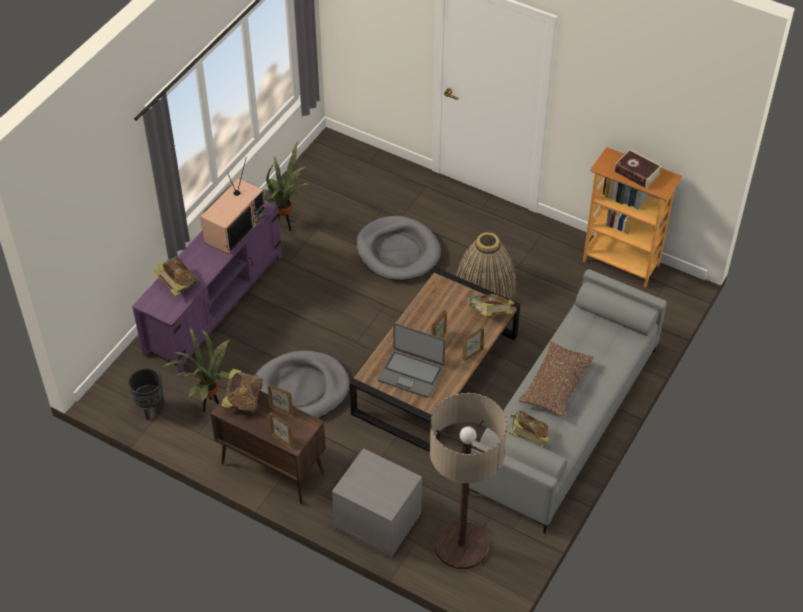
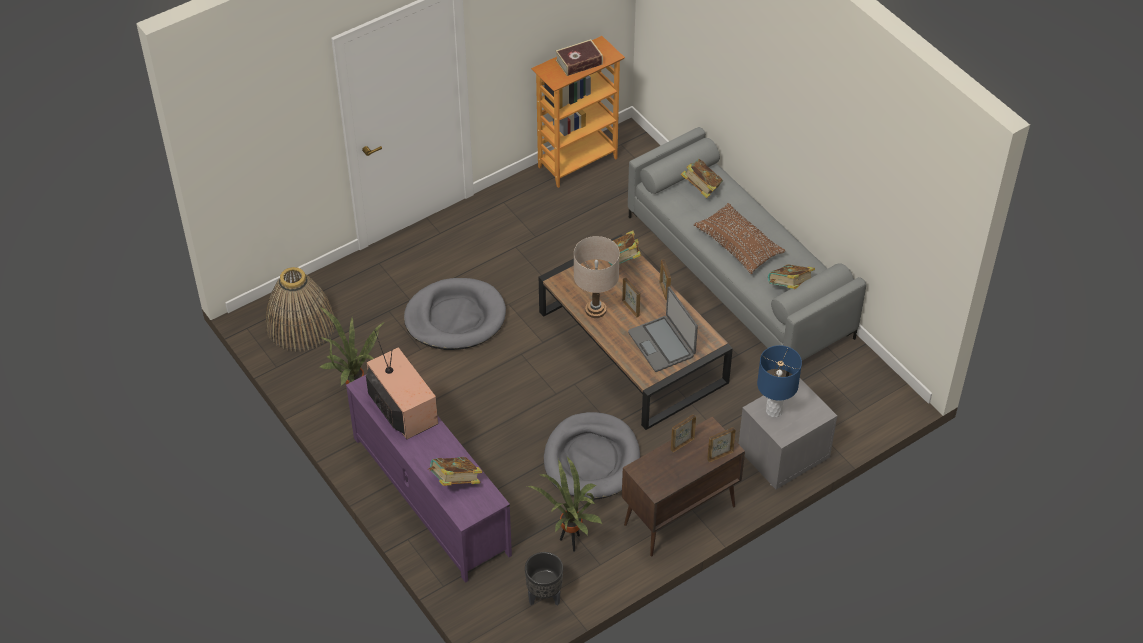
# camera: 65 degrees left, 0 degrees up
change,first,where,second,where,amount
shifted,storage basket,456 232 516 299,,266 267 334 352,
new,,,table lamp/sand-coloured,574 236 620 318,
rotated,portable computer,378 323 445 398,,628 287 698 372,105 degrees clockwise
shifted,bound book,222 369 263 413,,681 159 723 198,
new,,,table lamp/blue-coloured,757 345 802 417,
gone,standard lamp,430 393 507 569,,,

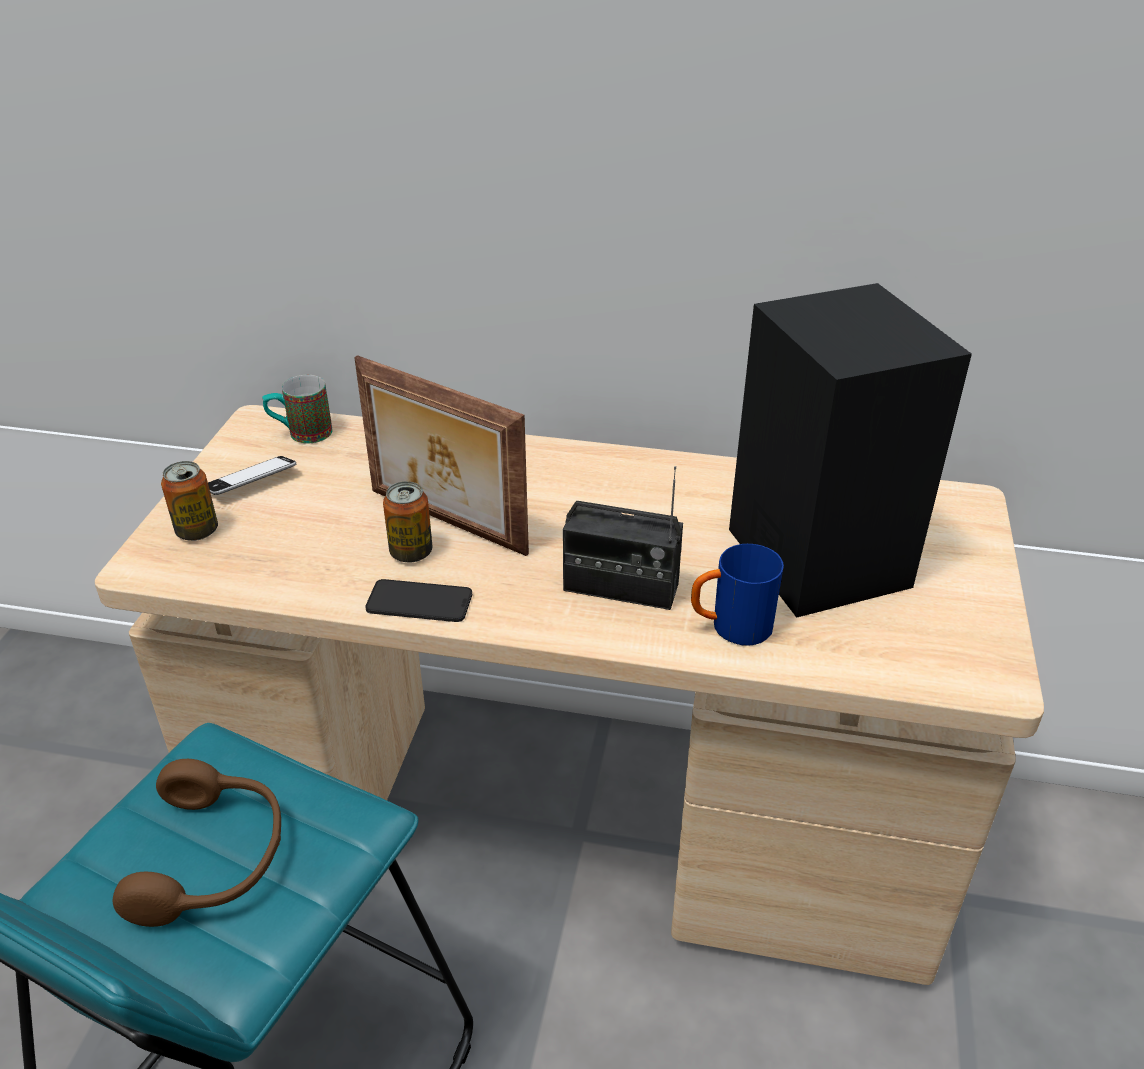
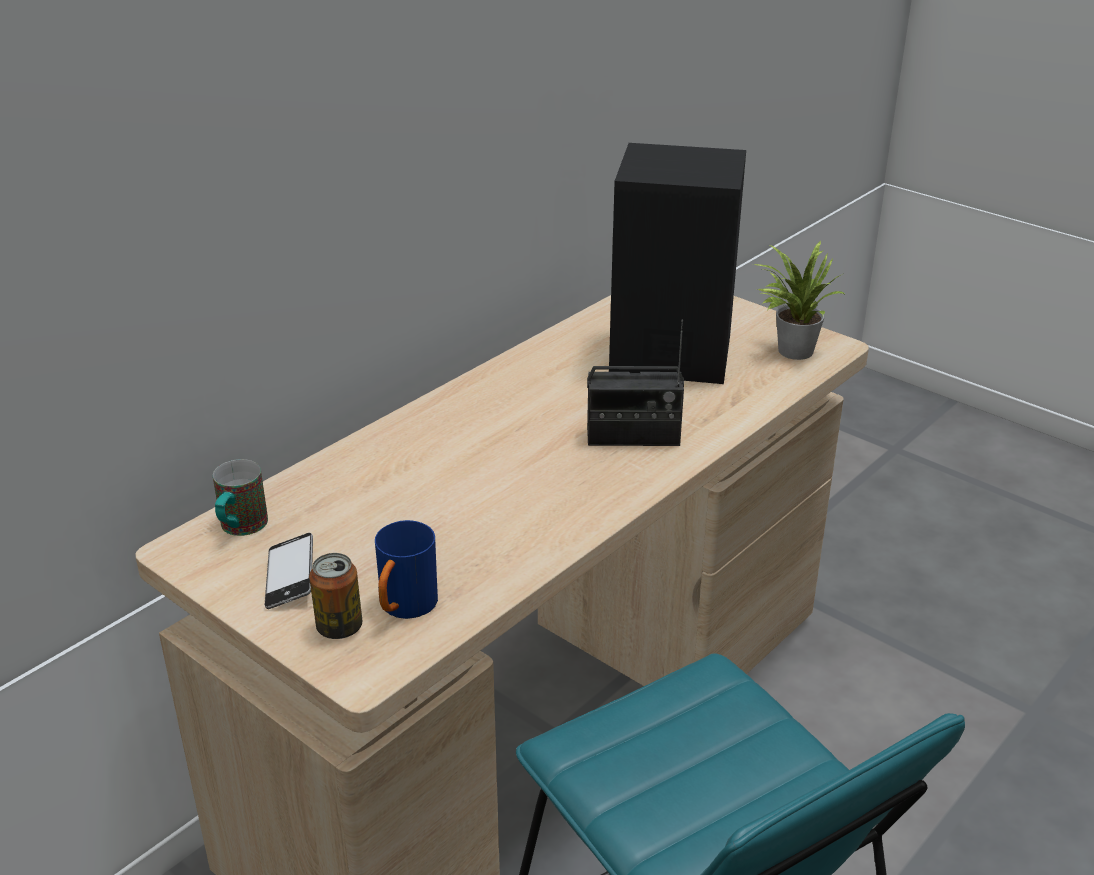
# camera: 60 degrees left, 5 degrees down
change,first,where,second,where,amount
shifted,mug/blue-coloured,691 544 784 646,,375 520 438 619,
rotated,radio receiver,563 466 683 610,,587 320 684 446,45 degrees clockwise
new,,,potted plant,753 241 846 360,
gone,pair of headphones/brownish,113 759 281 927,,,
gone,photo frame,354 355 529 556,,,
gone,phone,365 579 472 622,,,
gone,sealed can,383 481 432 563,,,

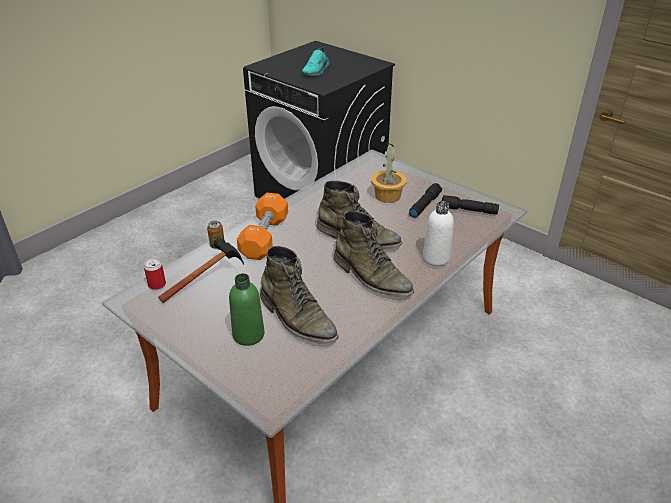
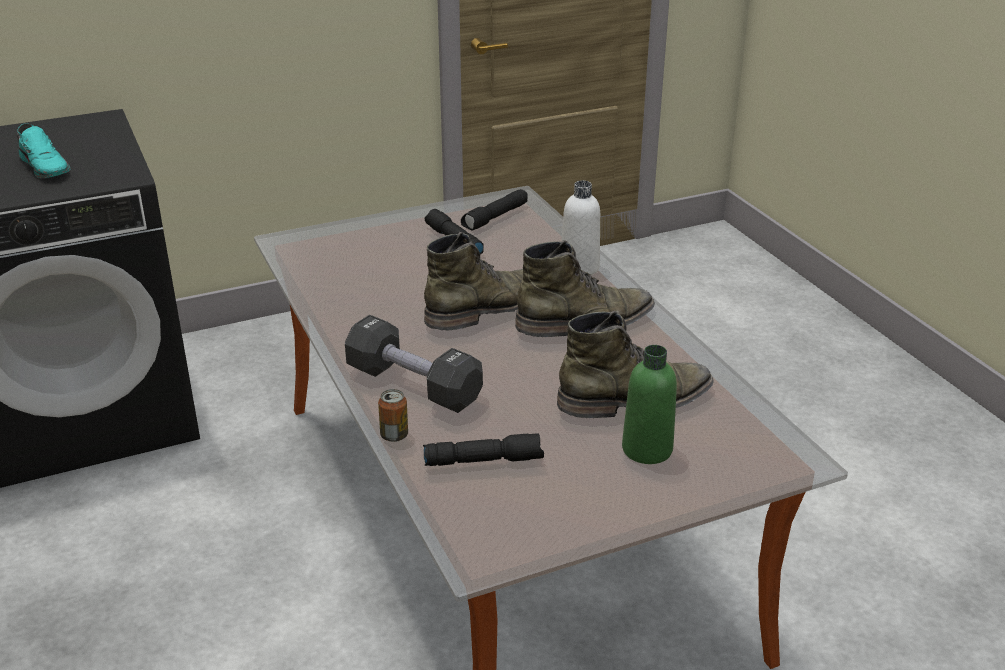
# camera: 65 degrees left, 5 degrees down
change,first,where,second,where,amount
repainted,dumbbell/orange-coloured,237 193 288 260,dumbbell/blackish,345 315 483 413,
swapped,hammer,158 238 244 303,flashlight/blackish,423 433 544 466,
gone,sealed can,144 258 166 290,,,
gone,potted plant,371 143 407 203,,,

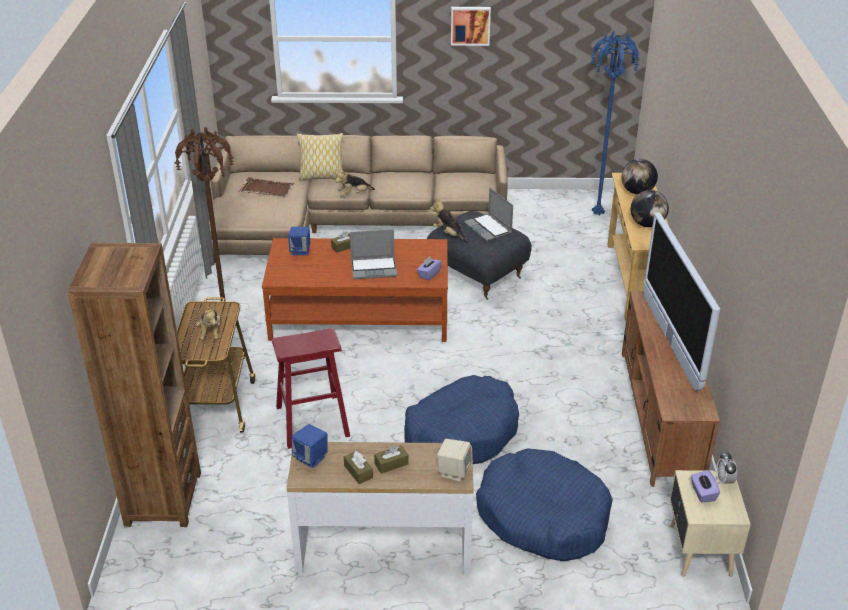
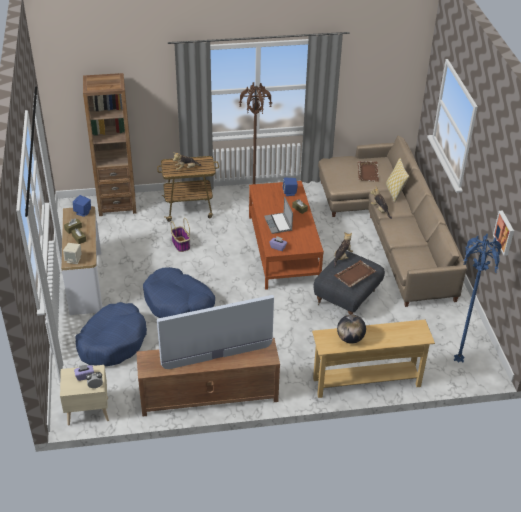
# camera: 80 degrees right, 5 degrees up
change,first,where,second,where,amount
swapped,stool/red,272 328 350 449,storage basket,171 218 190 252,
swapped,portable computer,464 188 513 242,serving tray/brownish,334 260 376 287,
shifted,wall art,451 7 491 46,,493 210 514 256,
gone,globe,621 159 658 194,,,

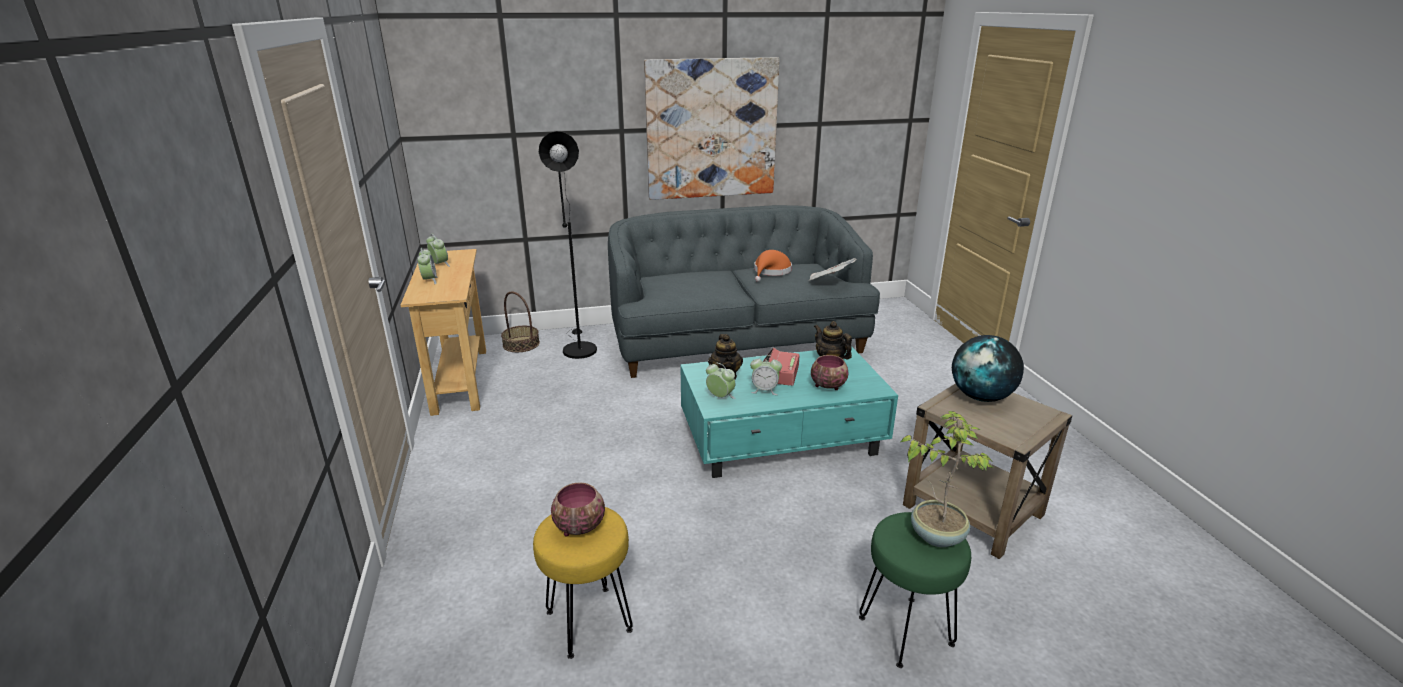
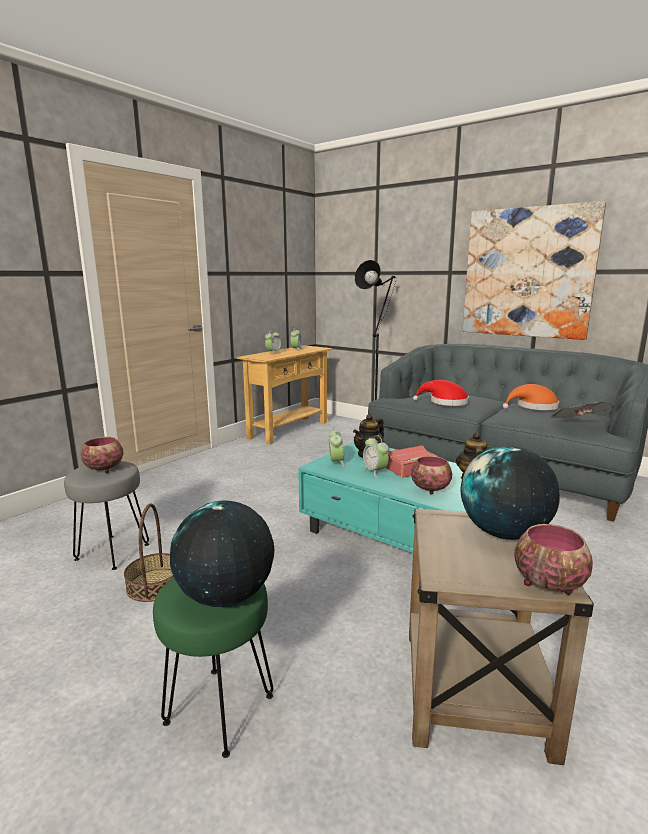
# camera: 50 degrees right, 10 degrees down
change,first,where,second,where,amount
repainted,stool/yellowish,533 507 633 659,stool/grey,64 461 149 570,
shifted,storage basket,501 291 540 352,,124 504 174 602,
swapped,potted plant,901 411 995 547,globe,170 501 274 607,
new,,,hat/red,413 380 469 406,
new,,,serving bowl,514 524 593 595,

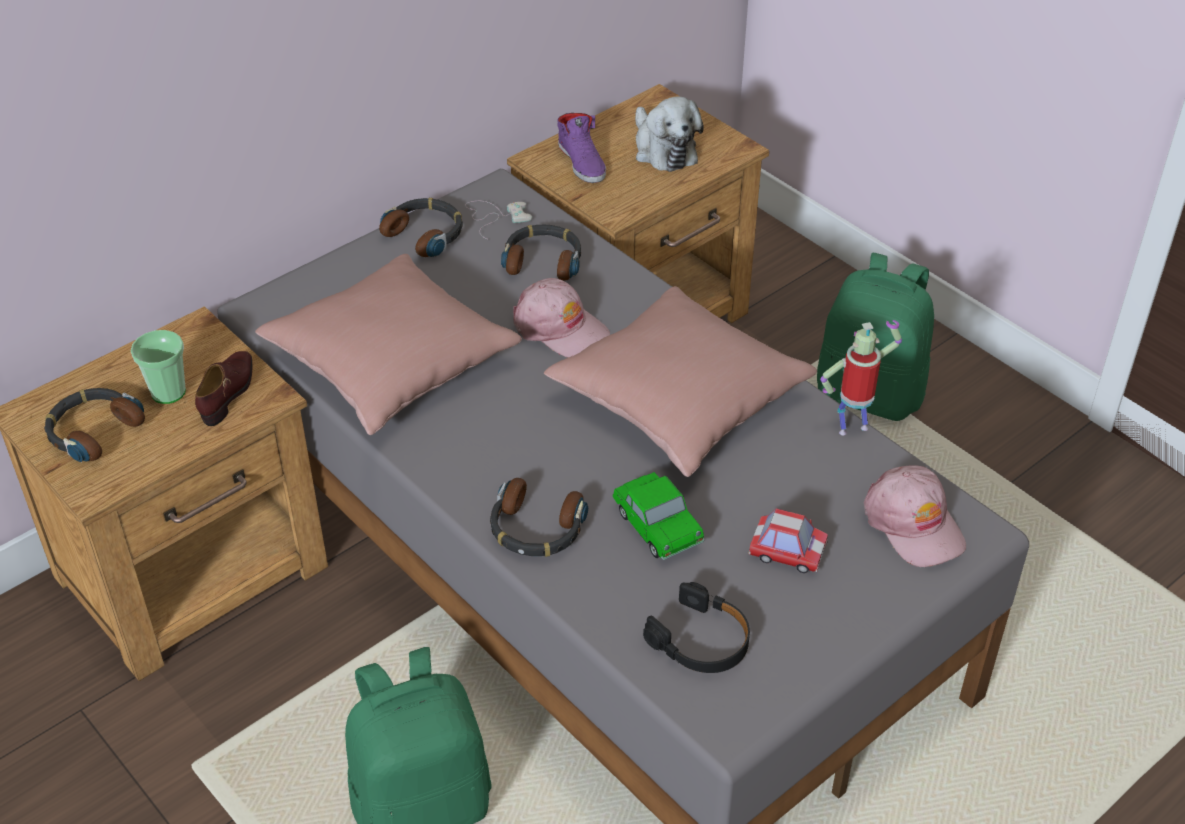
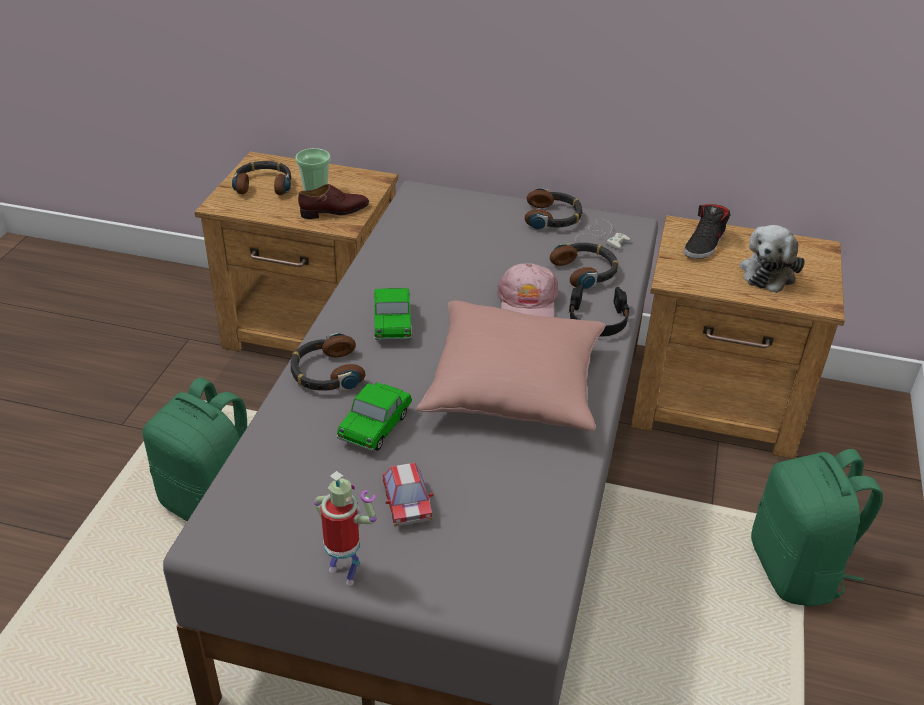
# camera: 55 degrees right, 5 degrees down
change,first,where,second,where,amount
shifted,toy robot,820 320 902 435,,314 471 377 586,
new,,,toy car,374 288 412 340,
shifted,pair of headphones/blackish,643 582 750 673,,569 284 629 336,
repainted,low shoe/purplish,557 113 606 183,low shoe/blackish,684 204 731 259,
gone,throw pillow/pink-coloured,255 254 522 435,,,
gone,baseball cap/pink-coloured,863 465 966 567,,,

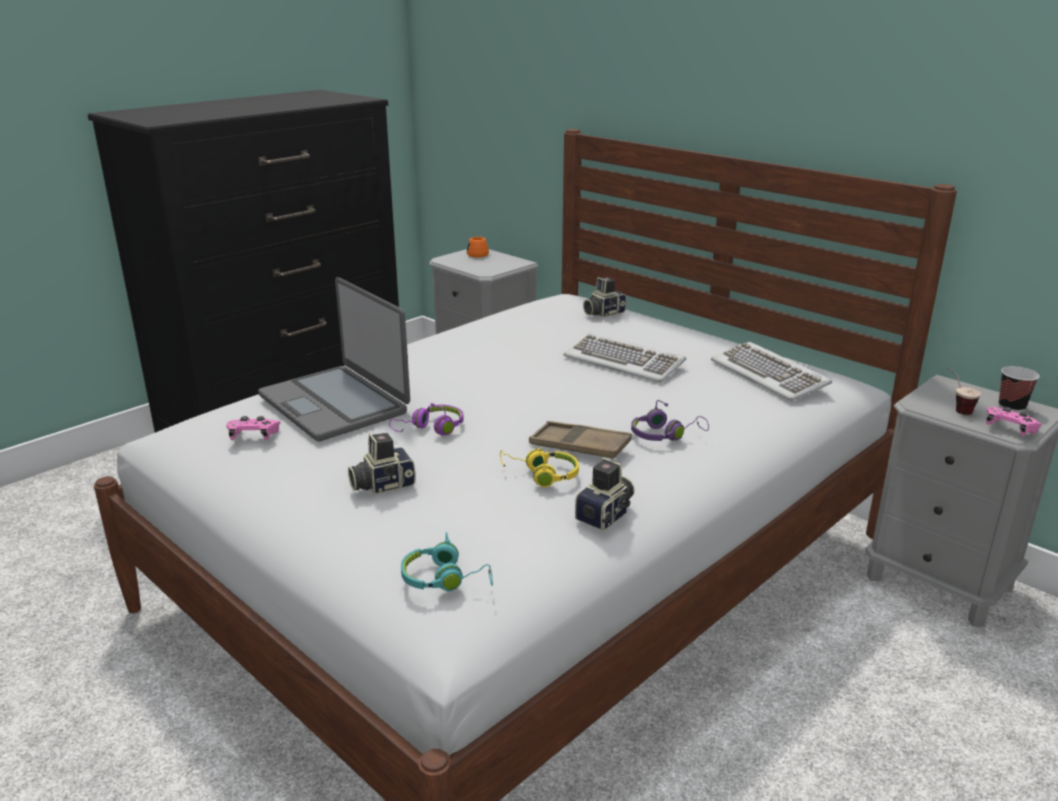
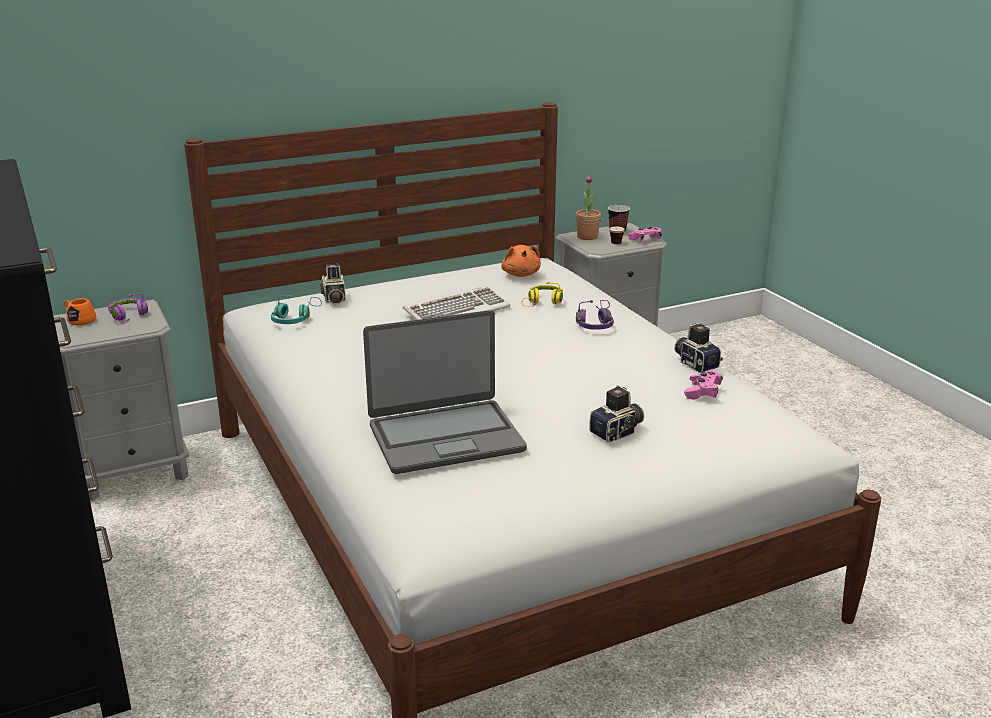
# camera: 70 degrees left, 0 degrees up
change,first,where,second,where,amount
shifted,pair of headphones/purplish,389 403 464 436,,108 294 148 325,
shifted,pair of headphones/turquoise,401 532 493 591,,271 295 322 324,
swapped,keyboard,711 342 832 401,cuddly toy/orange-coloured,501 245 541 277,
shifted,pair of headphones/yellowish,500 448 579 487,,522 282 563 307,
new,,,potted plant,576 175 601 240,
rotated,still camera,348 433 416 495,,589 385 644 443,120 degrees counterclockwise
shifted,game controller/pink-coloured,226 416 281 440,,684 370 723 400,
gone,serving tray/brownish,529 421 632 459,,,

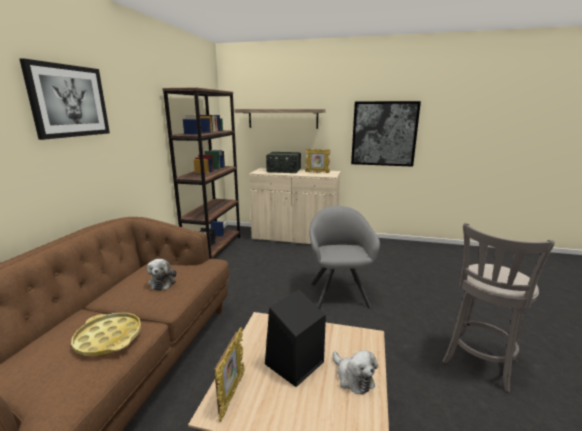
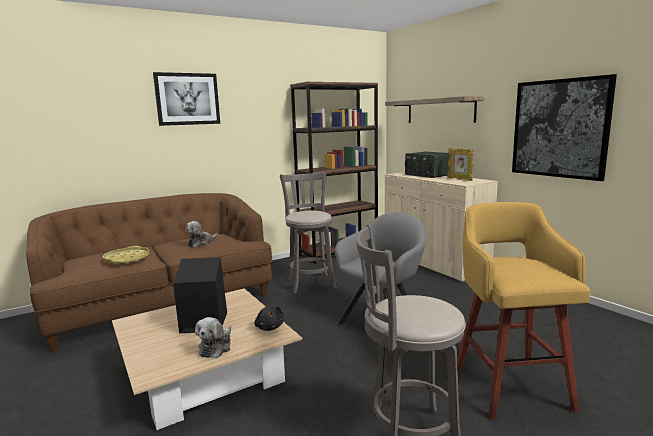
# camera: 45 degrees right, 5 degrees down
change,first,where,second,where,amount
new,,,cuddly toy/blackish,254 306 284 331,
new,,,stool/grey,280 172 337 294,
new,,,stool/yellowish,457 202 591 420,
gone,photo frame,214 327 245 422,,,

